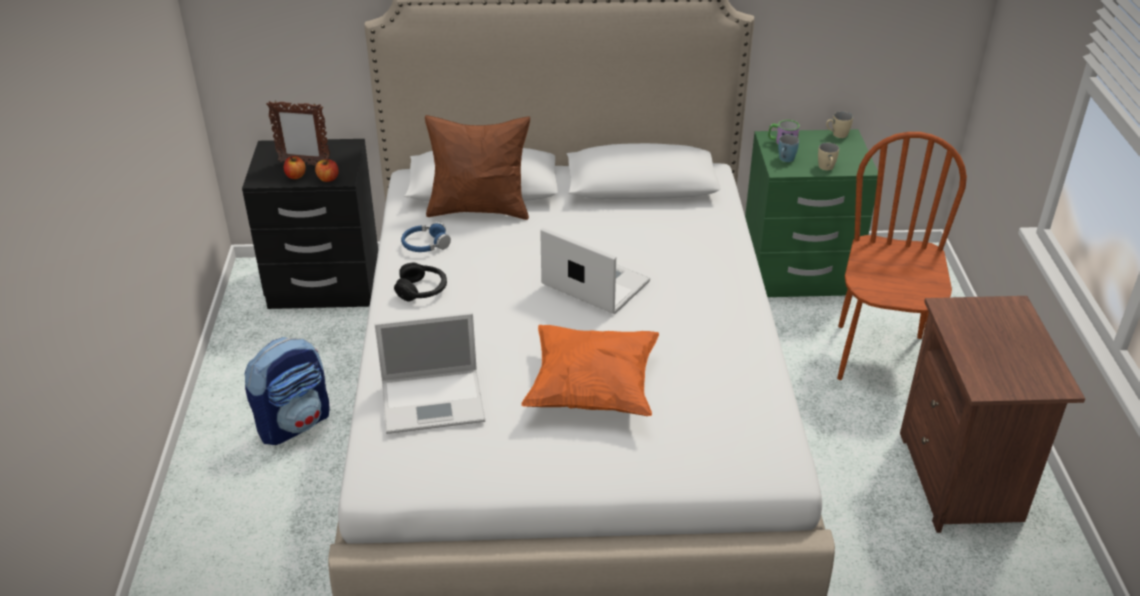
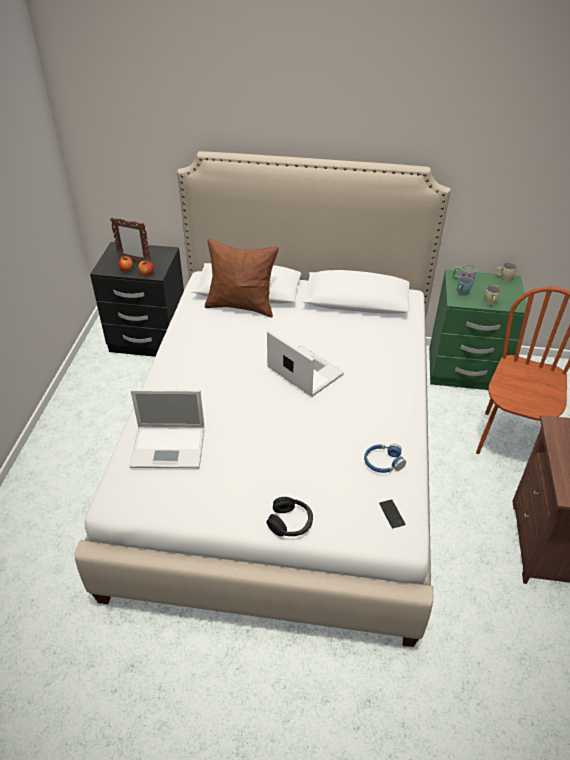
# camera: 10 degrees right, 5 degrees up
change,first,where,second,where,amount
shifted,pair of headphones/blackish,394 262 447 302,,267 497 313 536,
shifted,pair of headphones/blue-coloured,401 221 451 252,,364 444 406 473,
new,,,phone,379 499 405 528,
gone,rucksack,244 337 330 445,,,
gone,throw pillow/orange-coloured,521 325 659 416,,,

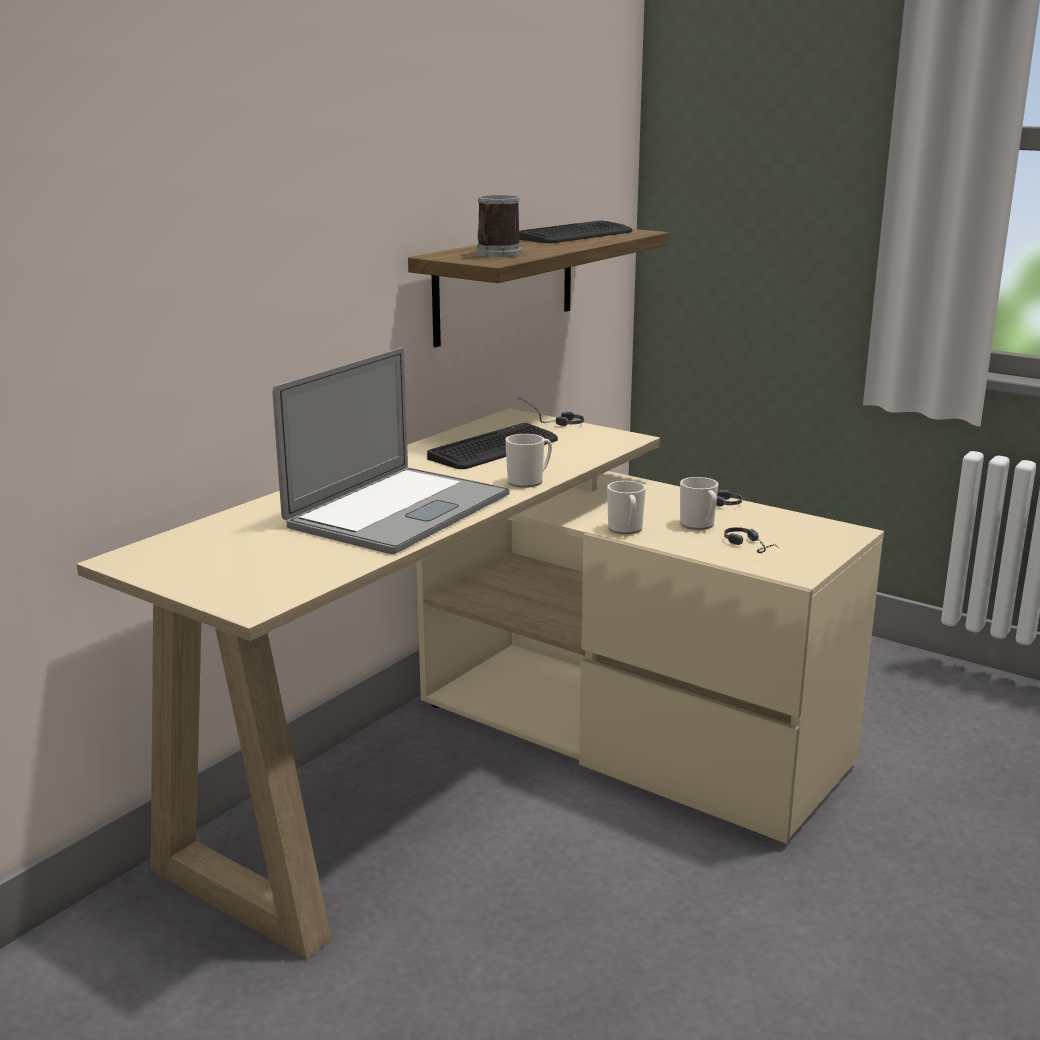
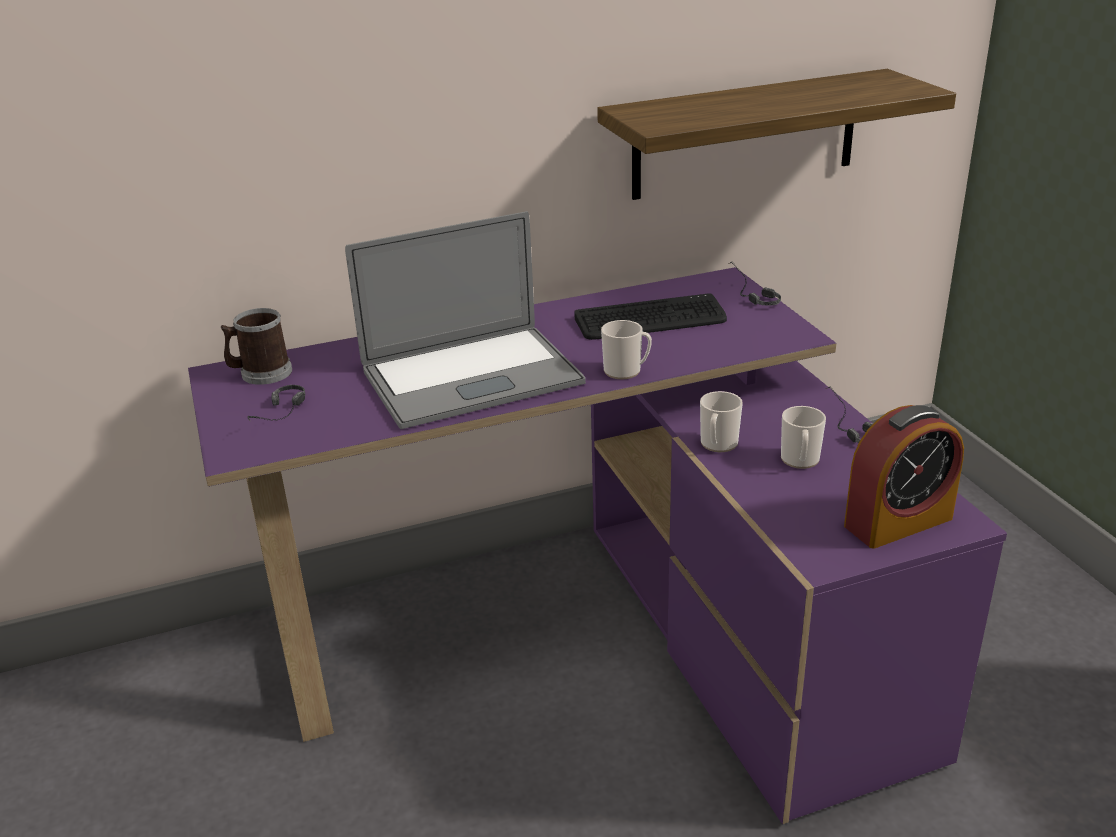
# camera: 35 degrees right, 10 degrees up
change,first,where,second,where,amount
repainted,desk/sand-coloured,77 408 884 960,desk/purplish,188 267 1007 824,
shifted,mug,476 195 522 257,,221 308 292 385,
shifted,pair of headphones,724 527 779 553,,247 385 305 422,
new,,,table clock,844 405 964 549,
gone,keyboard,519 220 632 243,,,

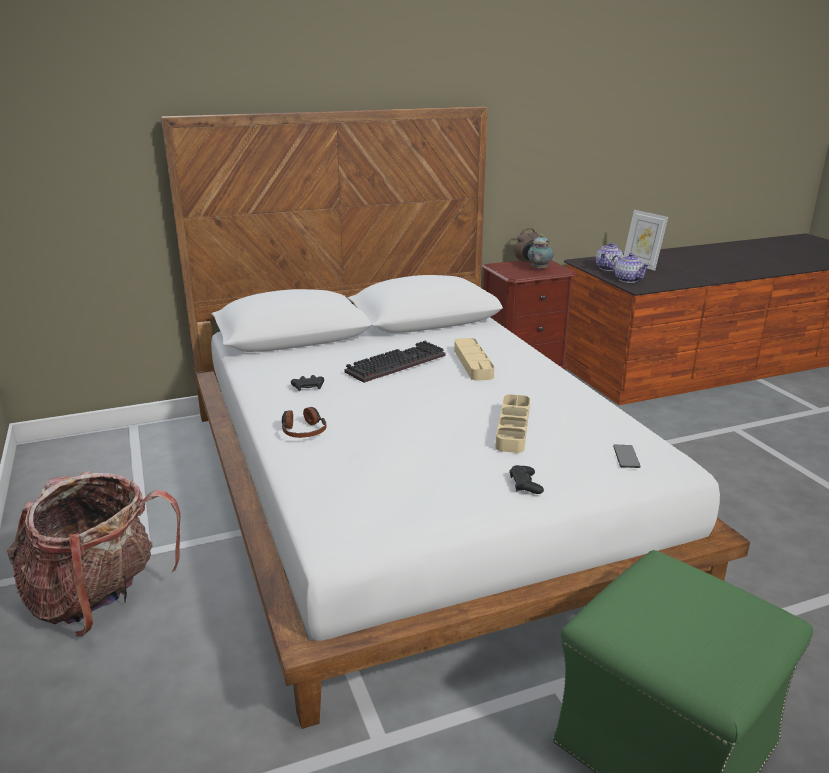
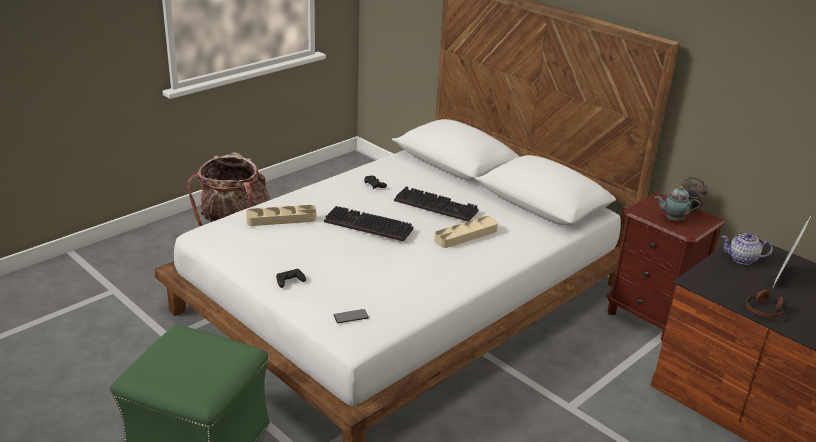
# camera: 65 degrees right, 5 degrees up
change,first,where,second,where,amount
shifted,serving tray/sand-coloured,495 394 530 453,,246 205 317 226,
new,,,keyboard,324 206 413 242,
shifted,pair of headphones,282 407 326 438,,745 289 787 318,
gone,tea pot,611 253 650 283,,,

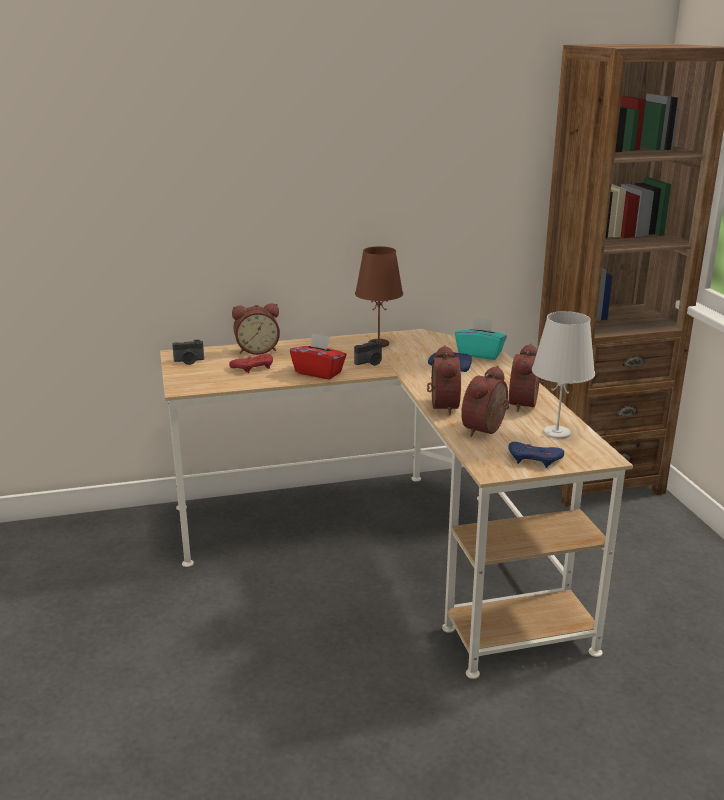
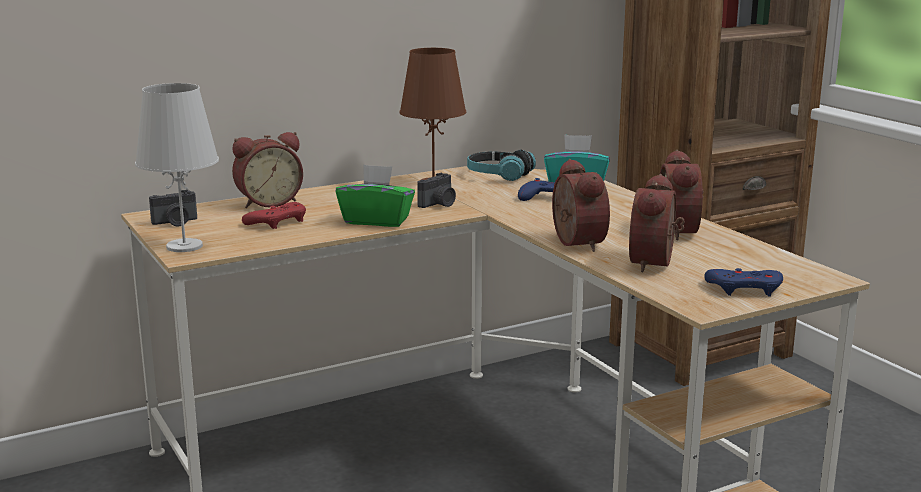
# camera: 15 degrees left, 5 degrees down
change,first,where,second,where,amount
shifted,table lamp/white-coloured,532 311 595 439,,135 83 219 252,
repainted,box of tissues/red,290 333 347 380,box of tissues/green,336 165 415 227,
new,,,pair of headphones,467 150 536 181,

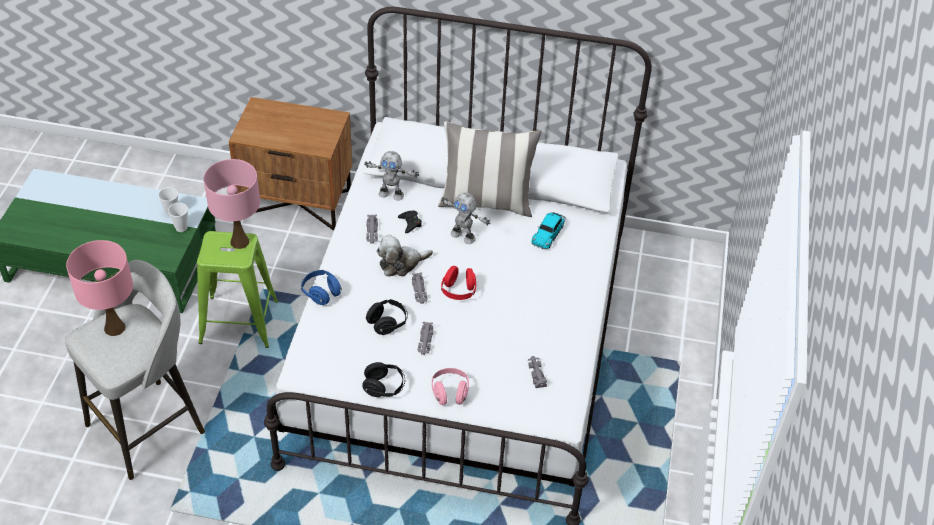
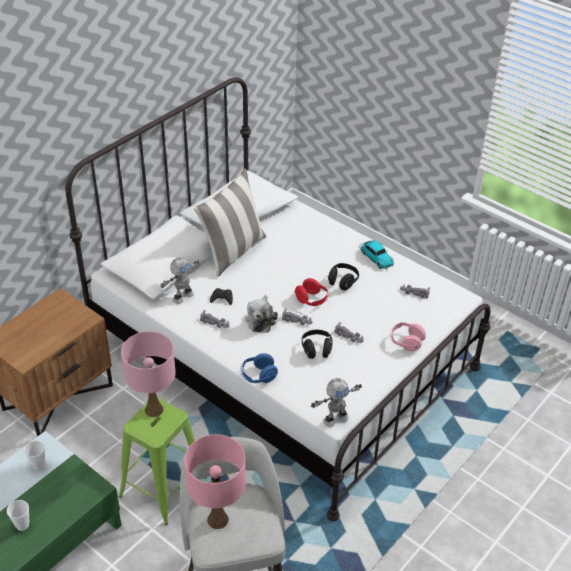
# camera: 60 degrees left, 5 degrees down
change,first,where,second,where,amount
shifted,drinking cup,168 203 188 232,,7 500 29 531,
shifted,toy robot,441 193 491 244,,311 378 362 427,
shifted,pair of headphones/blackish,362 362 405 397,,328 263 359 290,
shifted,toy car,531 212 566 249,,359 241 394 269,

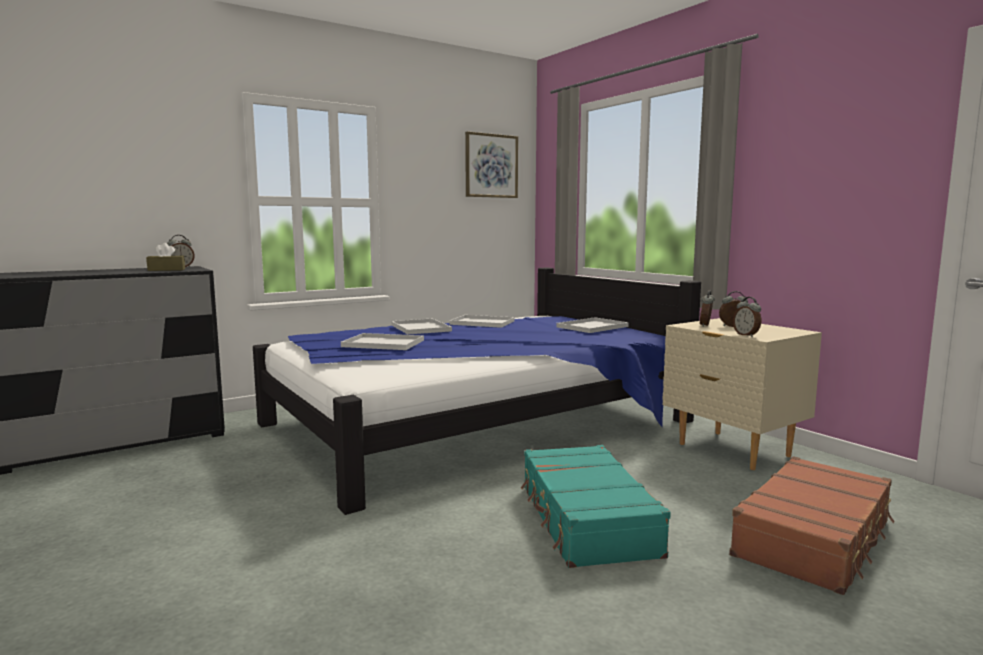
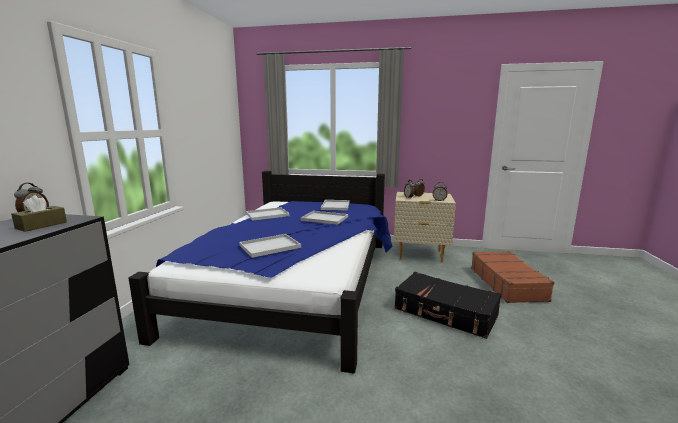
# camera: 45 degrees left, 5 degrees up
change,first,where,second,where,amount
shifted,serving tray/white-coloured,391 318 452 335,,301 211 348 225,
repainted,travel case/turquoise,521 445 671 568,travel case/blackish,394 272 501 339,
gone,wall art,465 131 518 198,,,

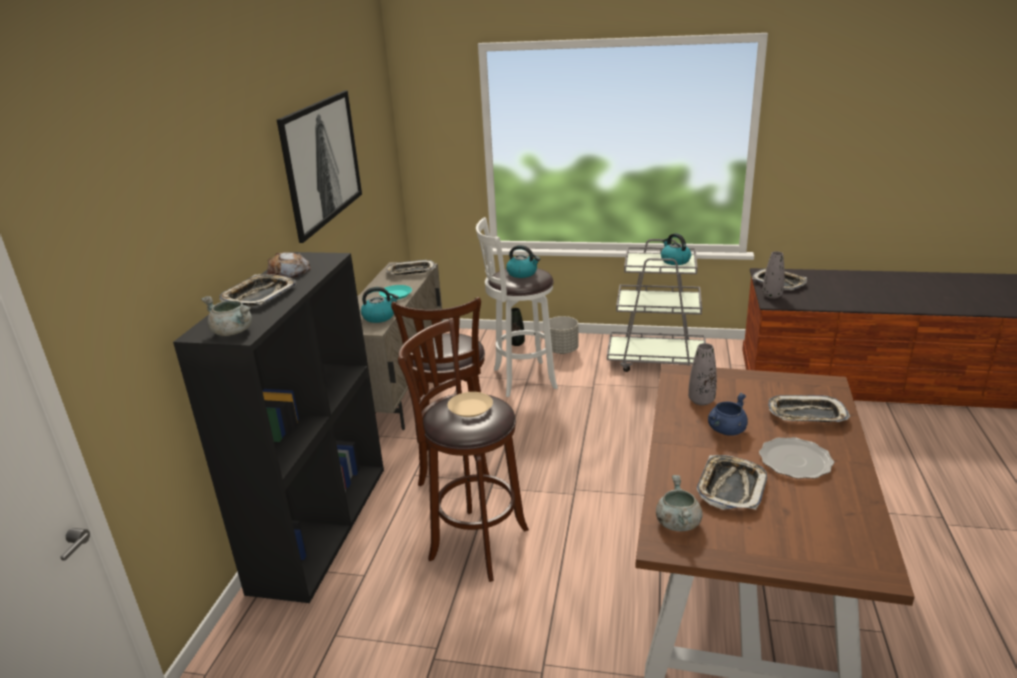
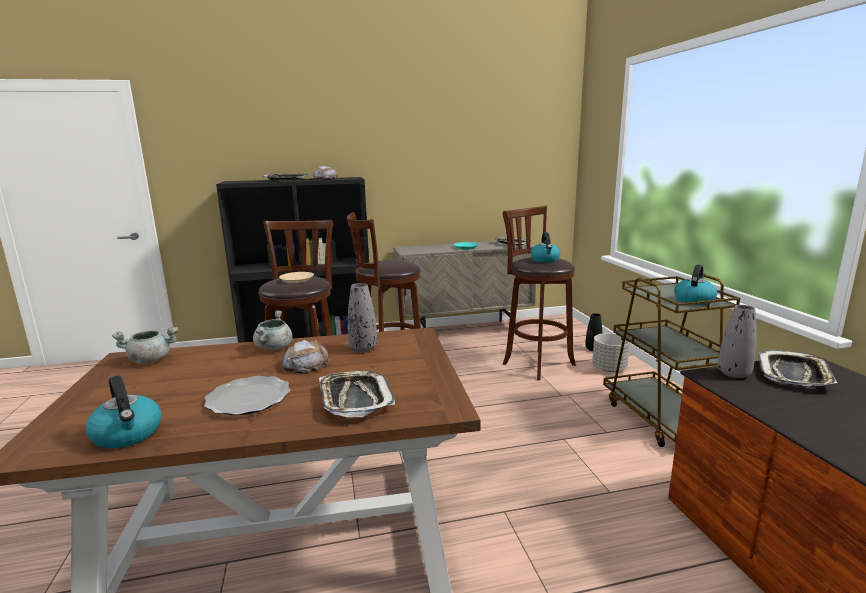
# camera: 65 degrees right, 10 degrees down
change,first,where,second,where,amount
shifted,water kettle,361 287 399 323,,86 375 162 449,
shifted,stockpot/grey,201 296 252 336,,253 310 293 350,
swapped,stockpot/blue-coloured,708 393 748 436,bakery bread,282 340 331 374,
repainted,stool/white-coloured,476 217 558 397,stool/brownish,503 206 576 380,
repainted,cart/grey,607 239 706 372,cart/brownish,603 275 740 447,
gone,wall art,277 90 362 243,,,
gone,serving tray,697 455 767 510,,,

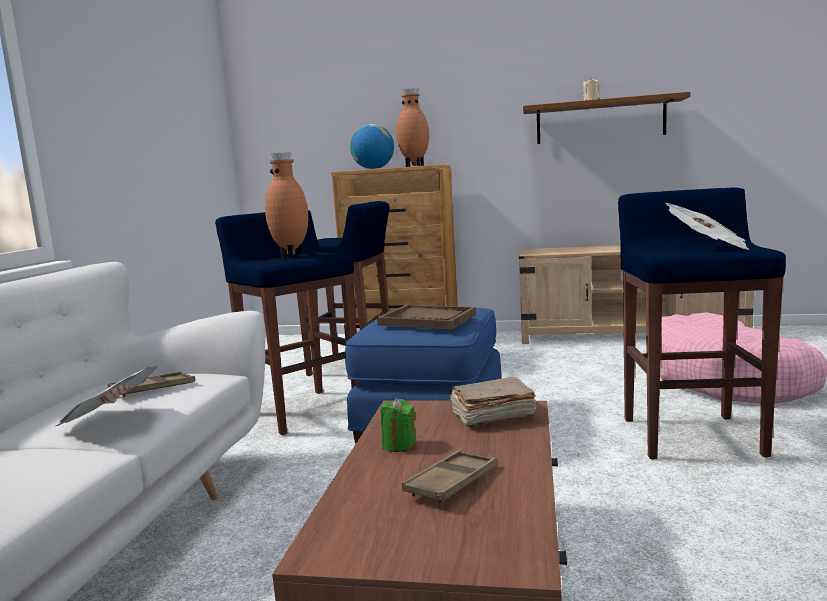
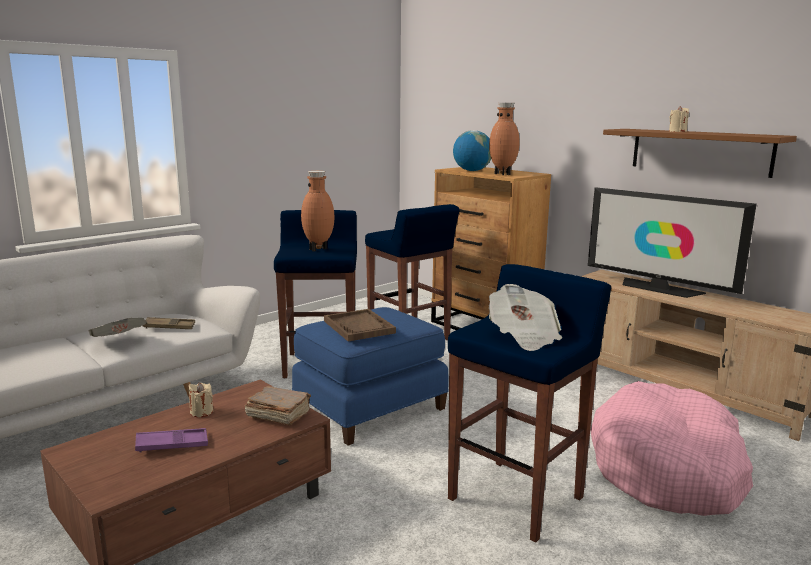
# camera: 35 degrees right, 5 degrees up
change,first,where,second,where,amount
repainted,serving tray/brownish,402 450 498 504,serving tray/purplish,135 428 208 452,
repainted,wax light/green,380 398 416 452,wax light/sand-coloured,189 383 213 417,
new,,,TV,588 187 757 298,

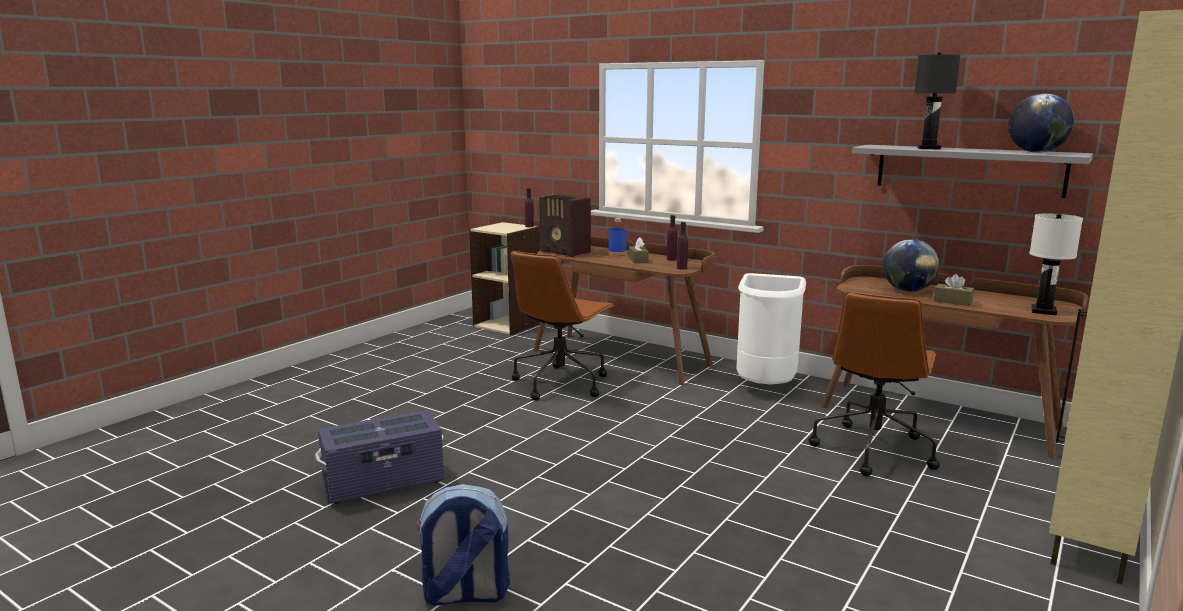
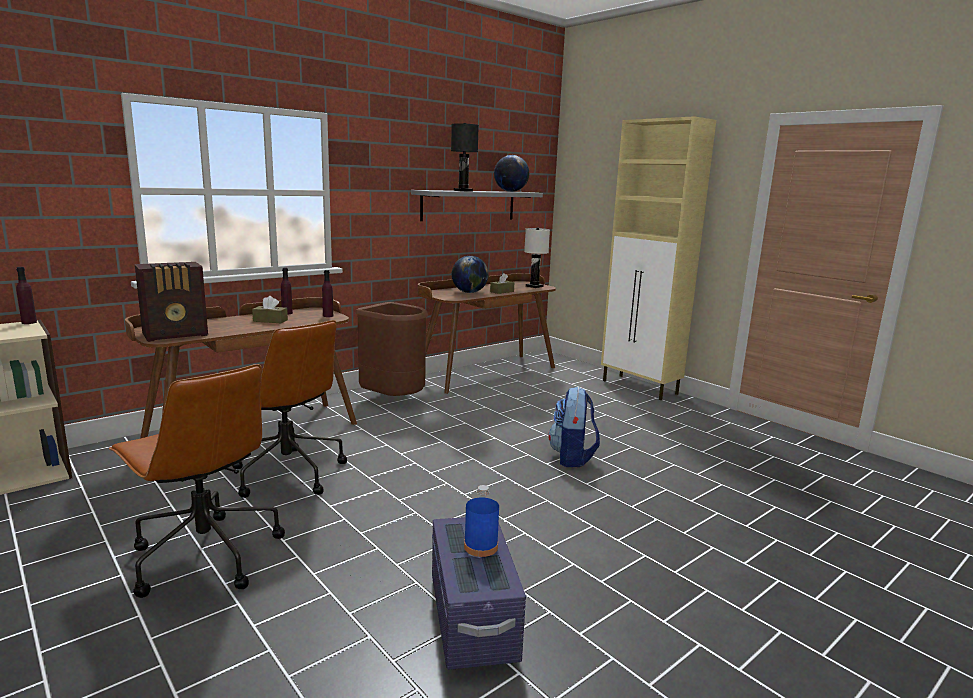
# camera: 75 degrees left, 0 degrees up
change,first,where,second,where,amount
shifted,computer chair/brownish,809 292 940 476,,109 364 285 598,
repainted,rubbish bin/white-coloured,736 273 806 385,rubbish bin/brownish,355 302 428 396,
shifted,bottle/blue-coloured,608 218 627 256,,464 485 499 557,
shifted,rucksack,416 484 510 606,,548 387 600 467,

